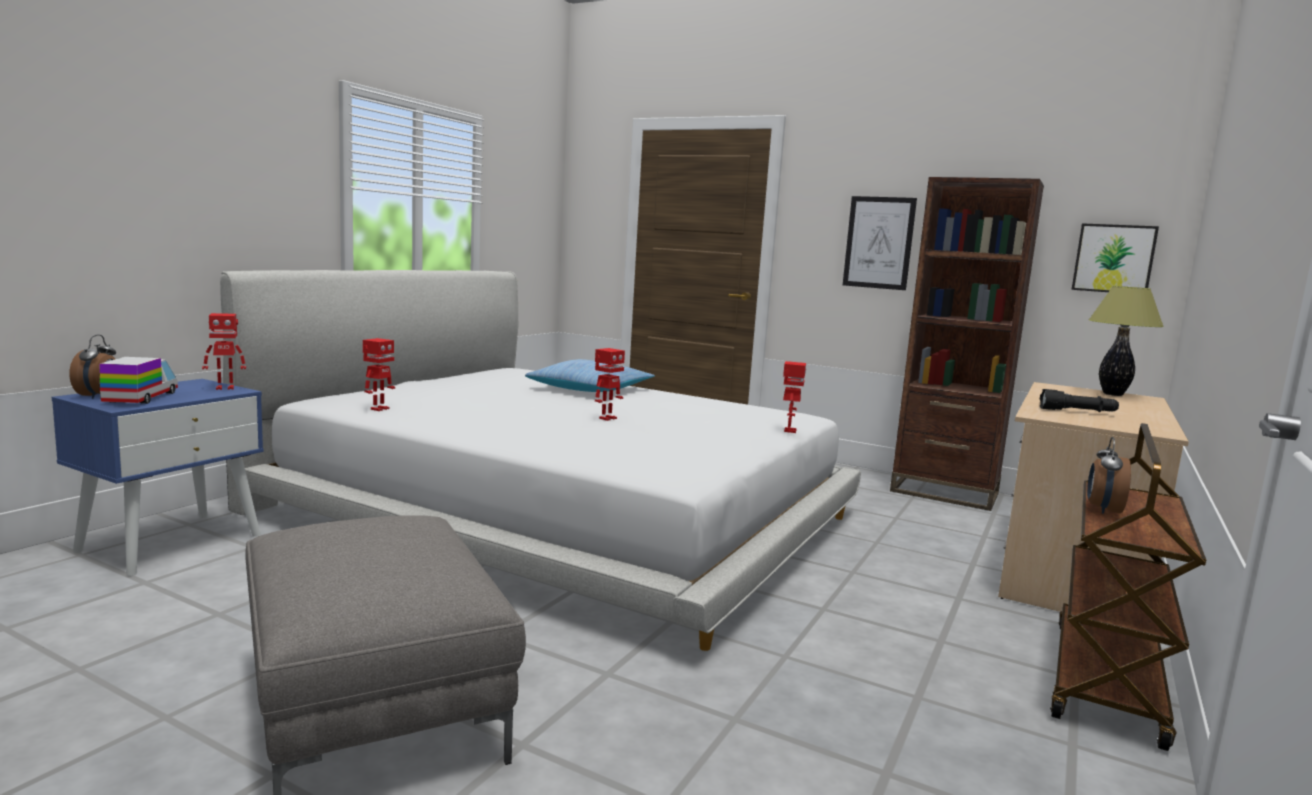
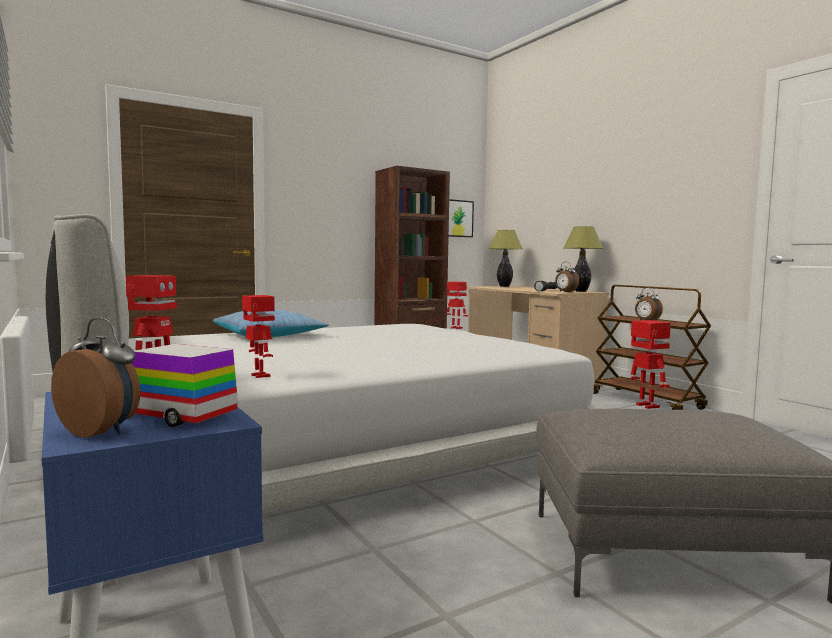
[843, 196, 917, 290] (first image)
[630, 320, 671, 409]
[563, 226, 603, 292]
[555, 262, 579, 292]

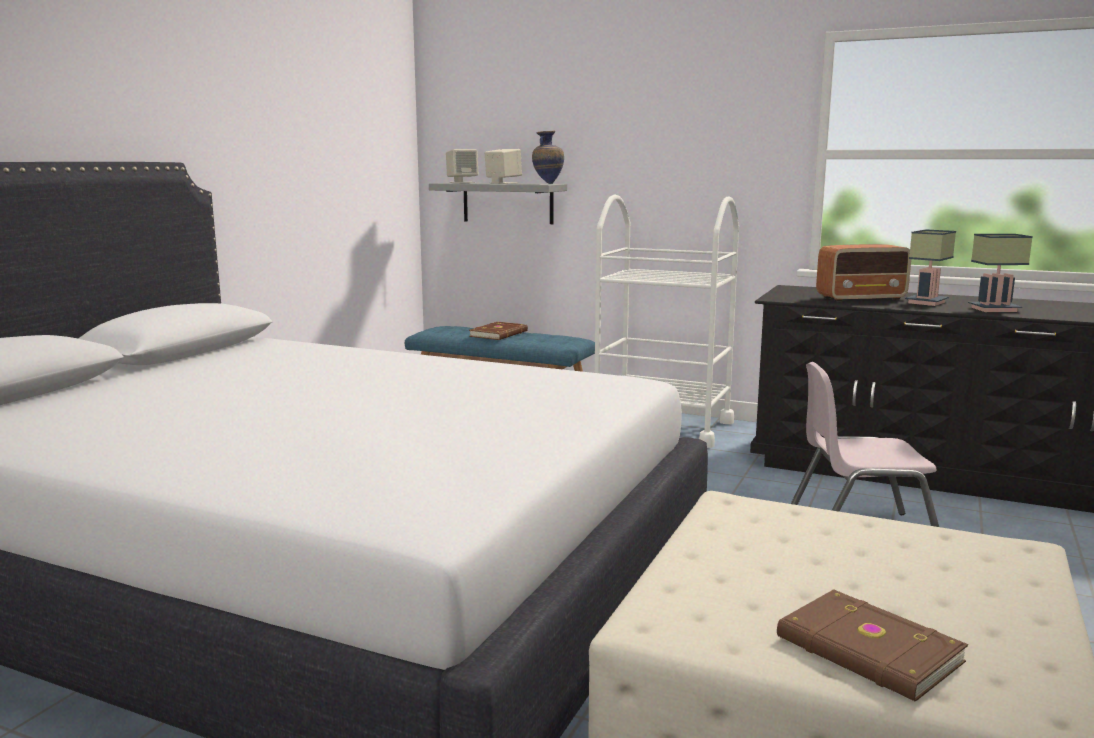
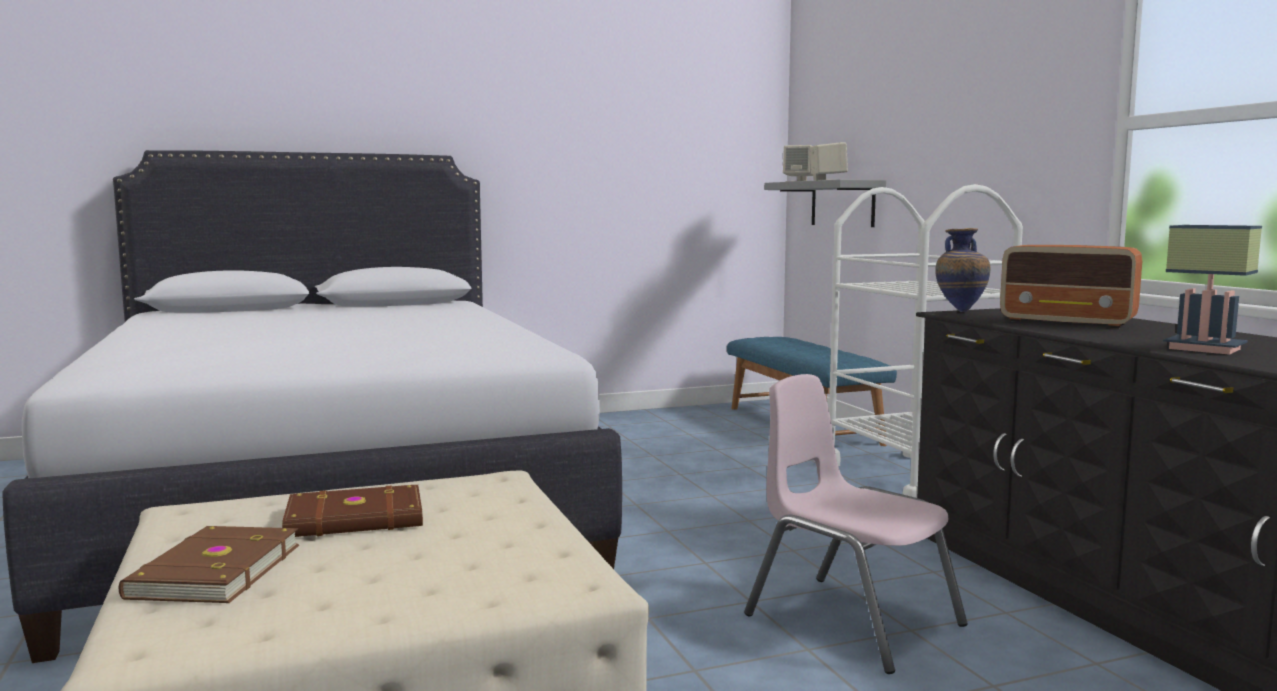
[935, 228, 991, 312]
[905, 229, 956, 306] (first image)
[282, 485, 423, 537]

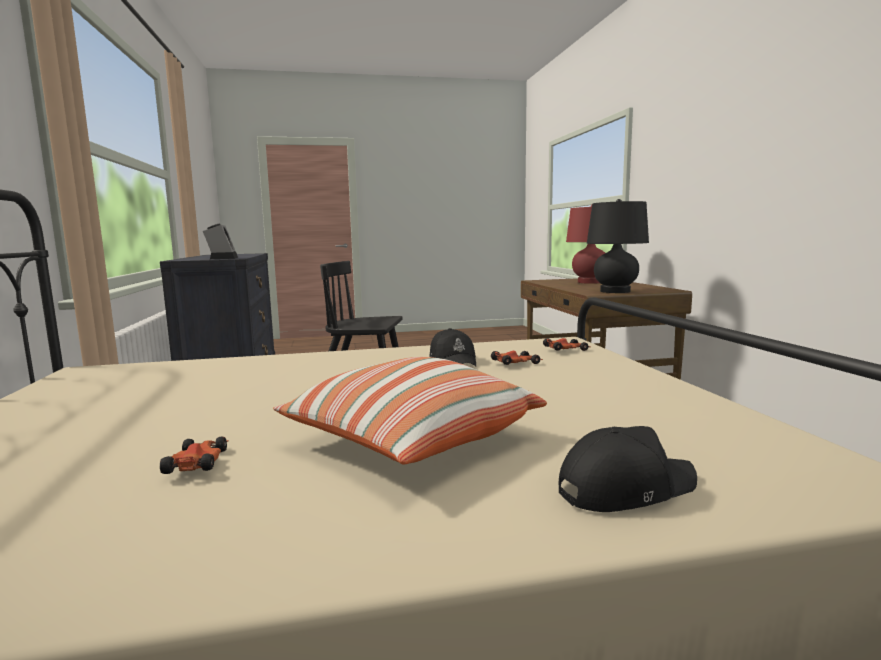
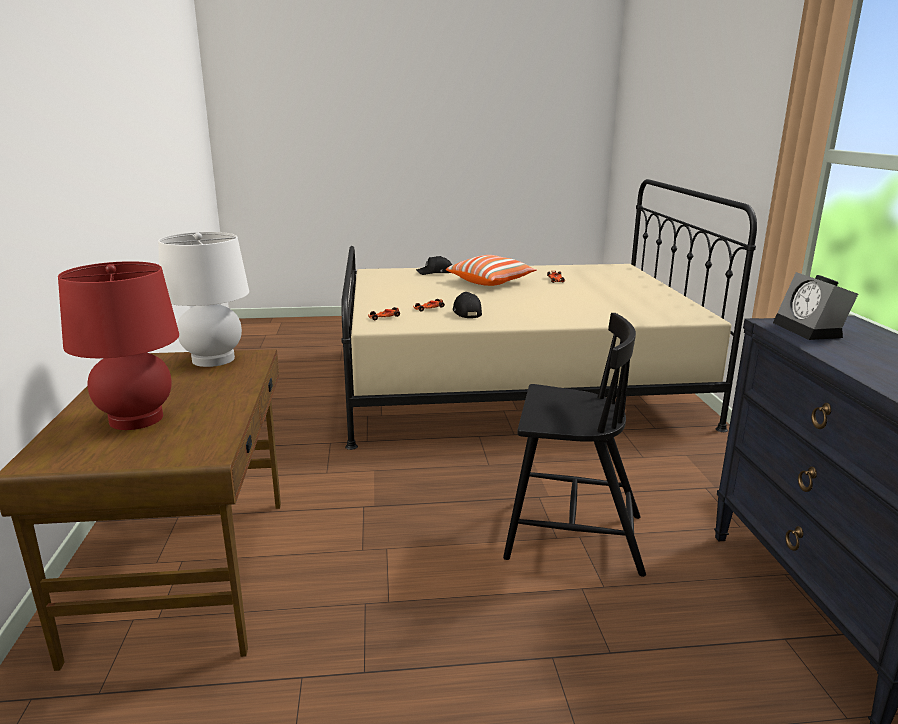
[158, 232, 249, 367]

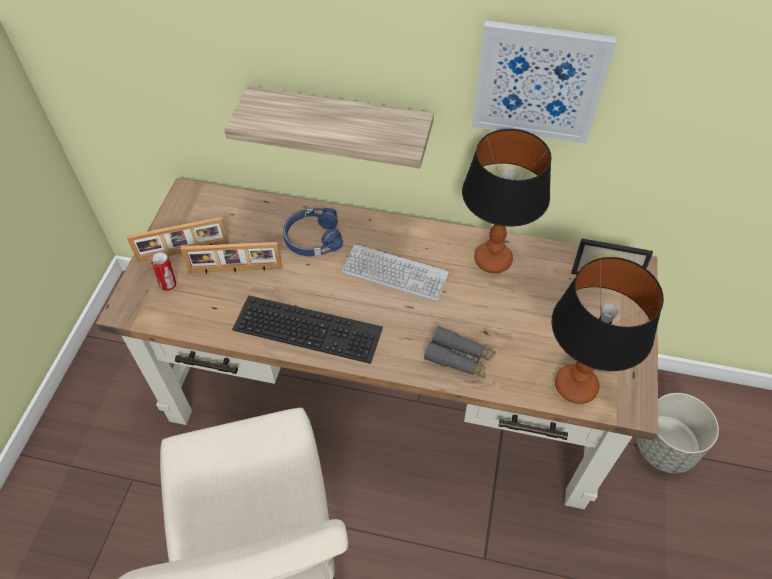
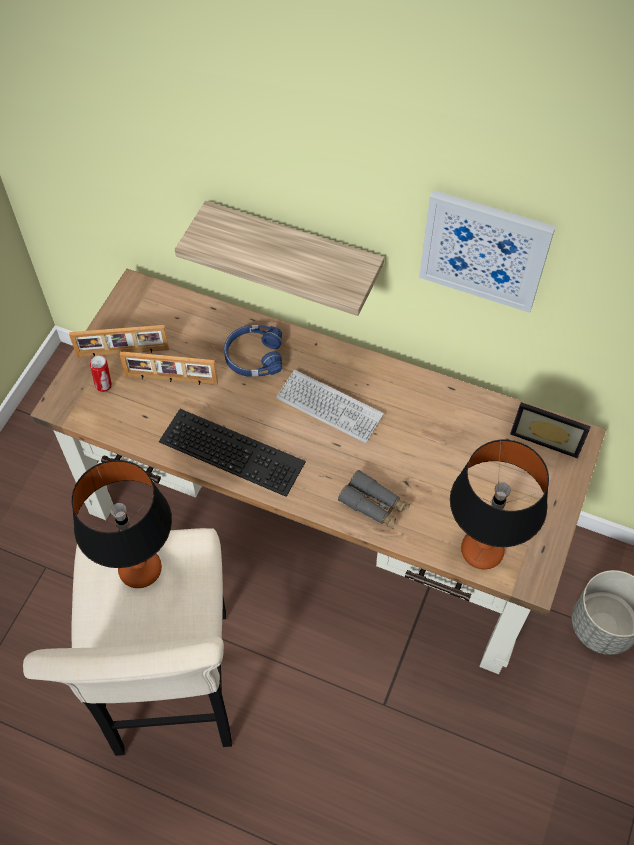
[72, 460, 172, 588]

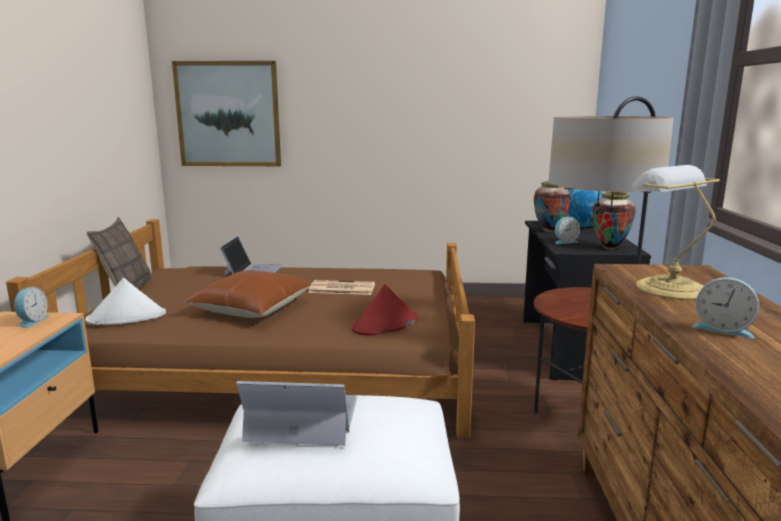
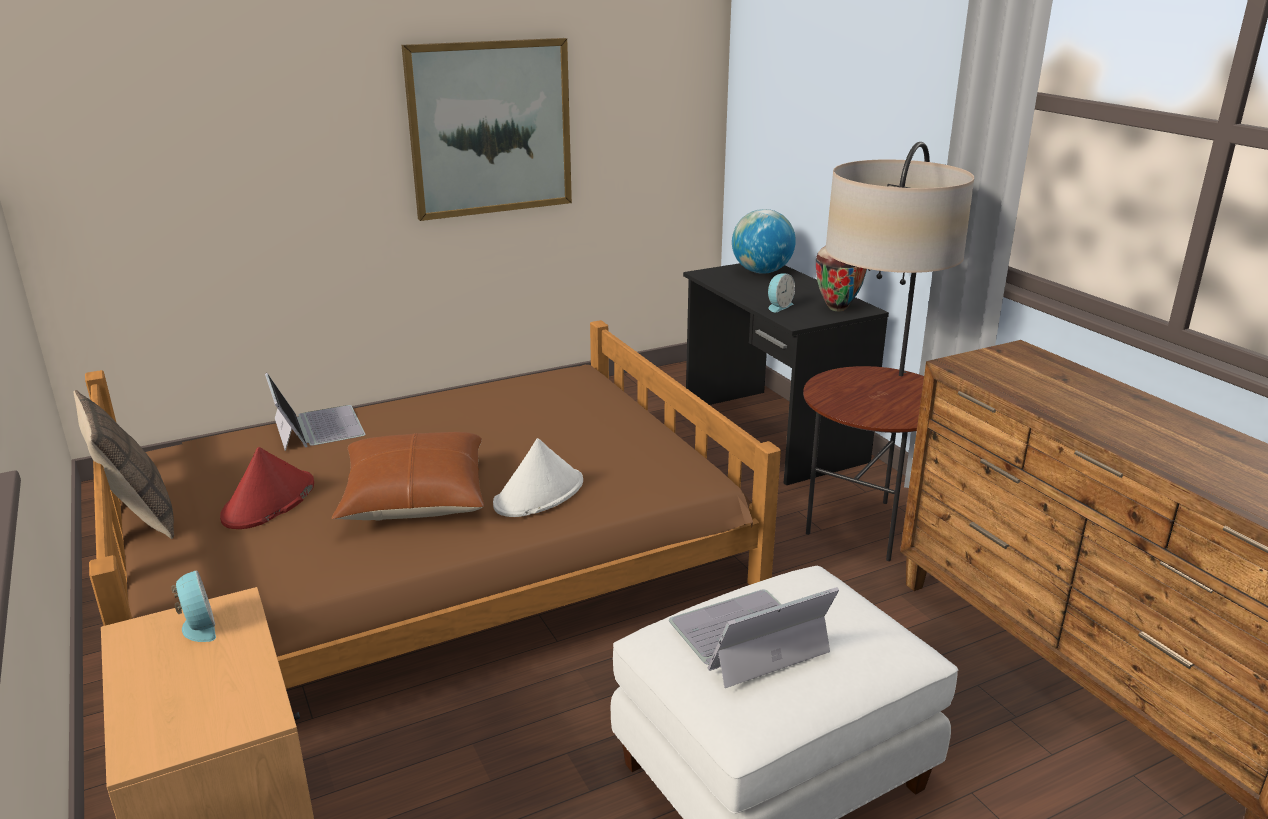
[402, 38, 572, 221]
[631, 165, 720, 300] (first image)
[534, 181, 570, 232] (first image)
[692, 277, 759, 338] (first image)
[493, 438, 583, 517]
[308, 280, 375, 295] (first image)
[220, 447, 314, 529]

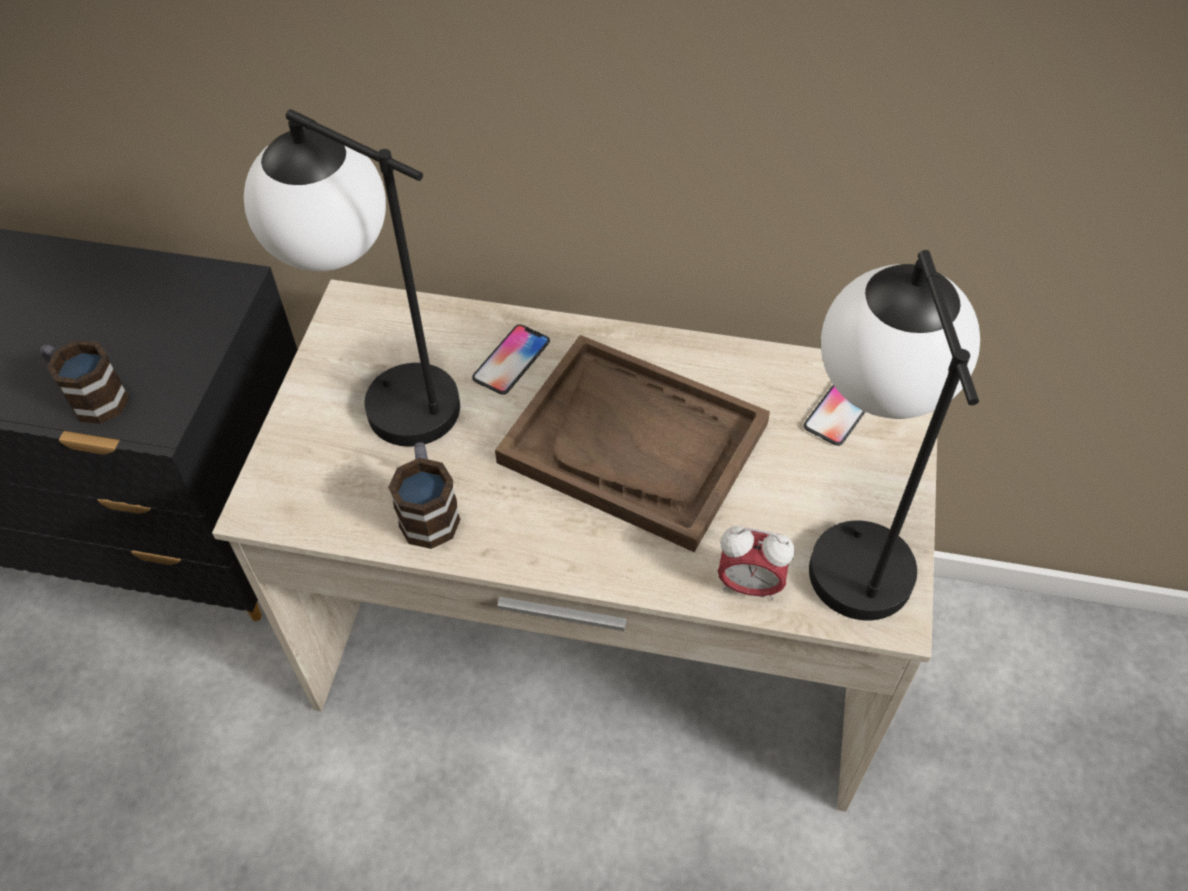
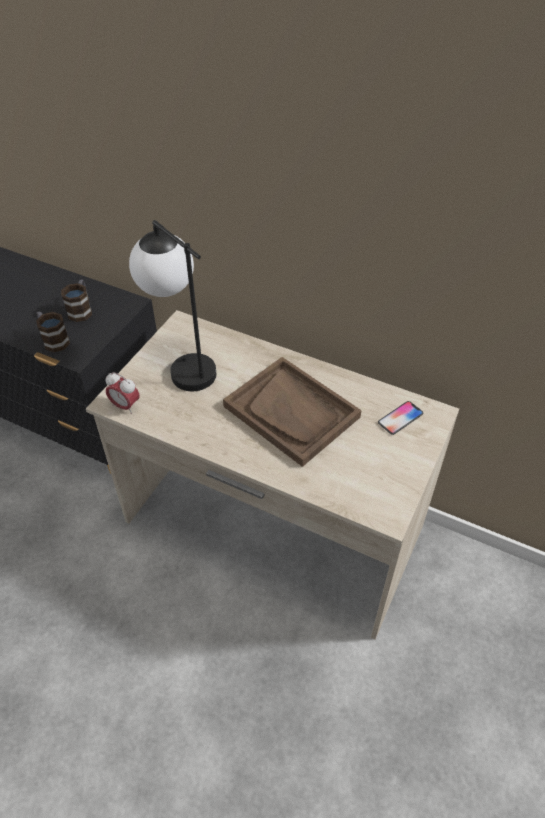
[809, 250, 980, 620] (first image)
[472, 325, 550, 395] (first image)
[61, 280, 92, 322]
[106, 372, 140, 414]

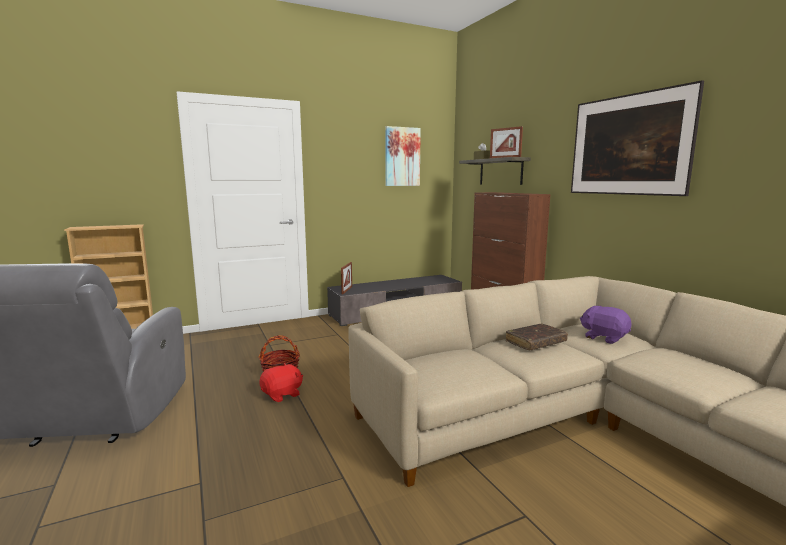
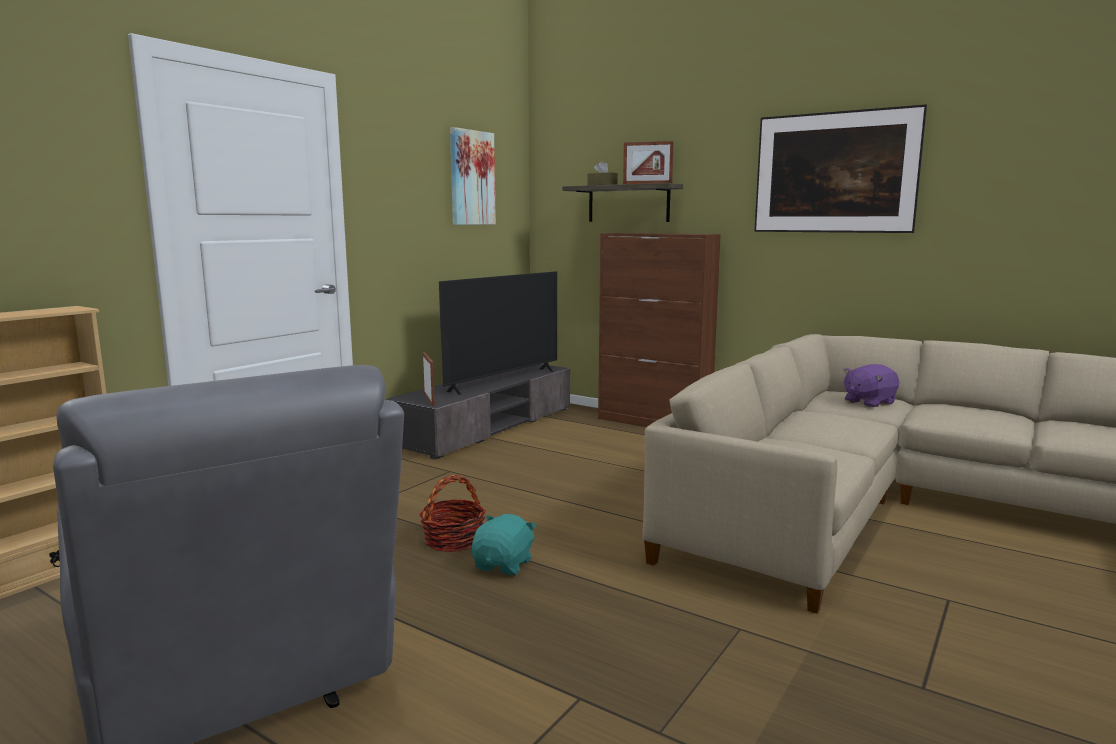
[844, 364, 899, 408]
[506, 323, 568, 350] (first image)
[472, 514, 537, 576]
[439, 272, 557, 395]

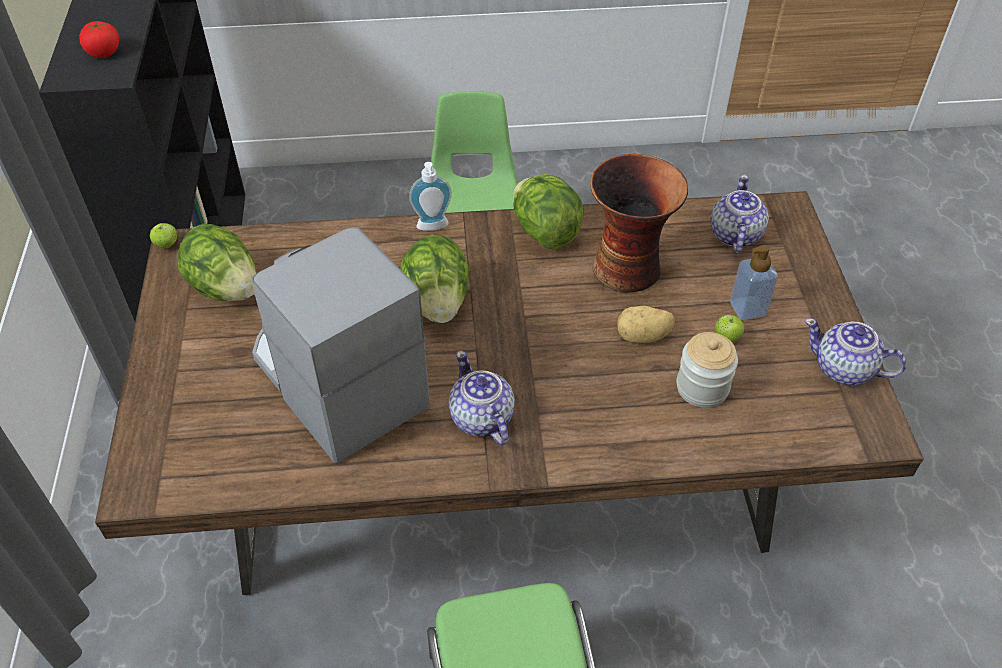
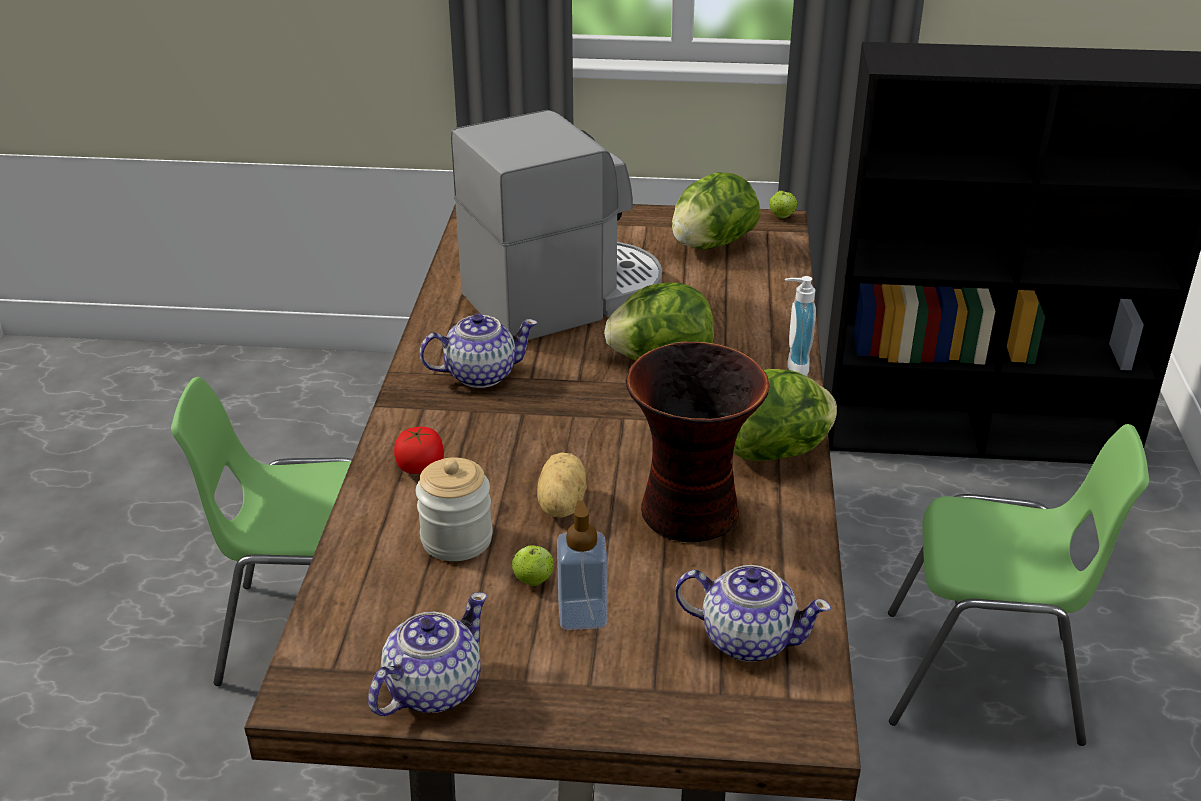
[394, 427, 444, 474]

